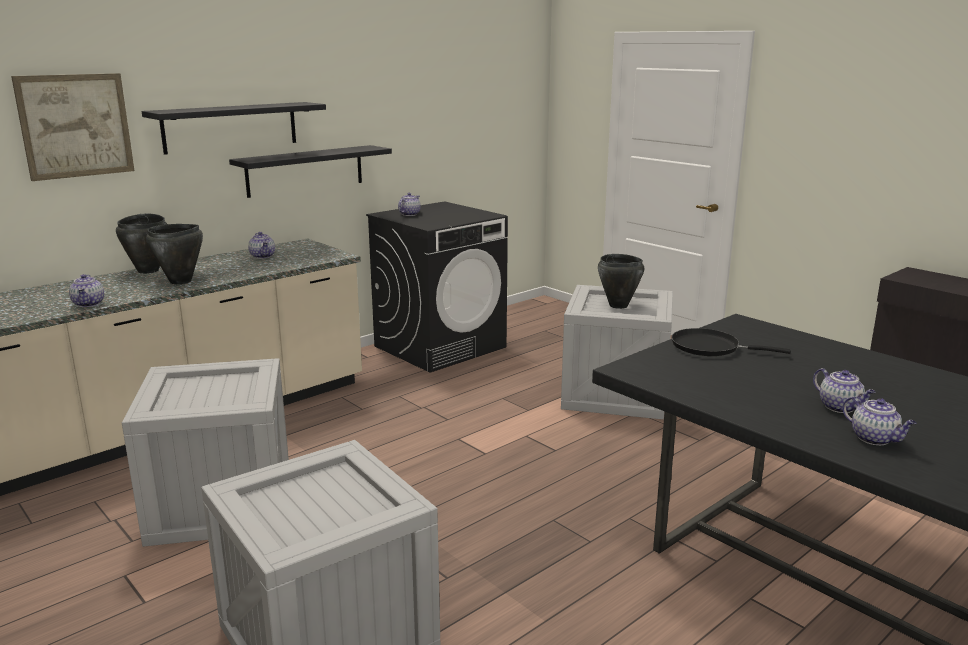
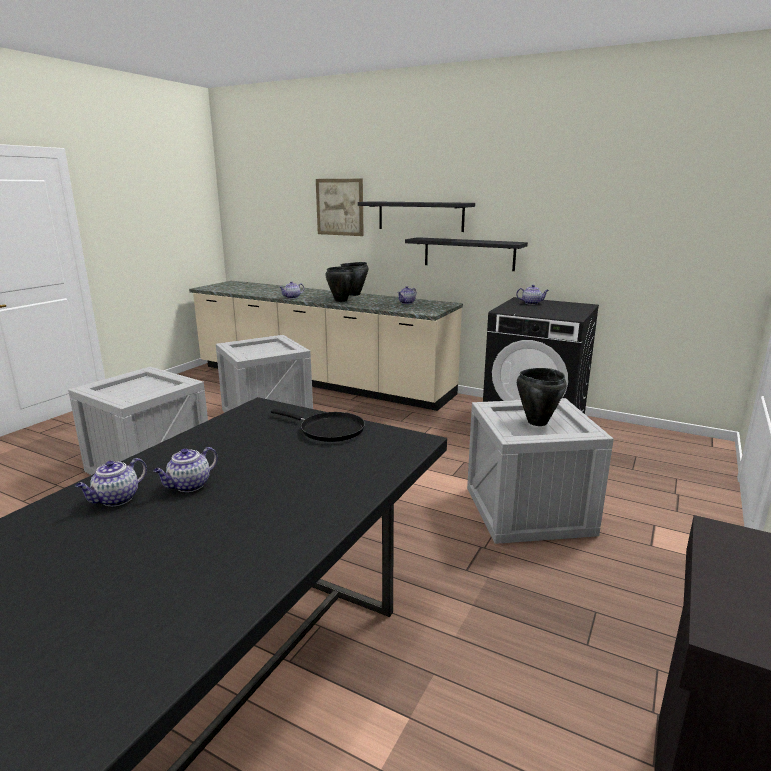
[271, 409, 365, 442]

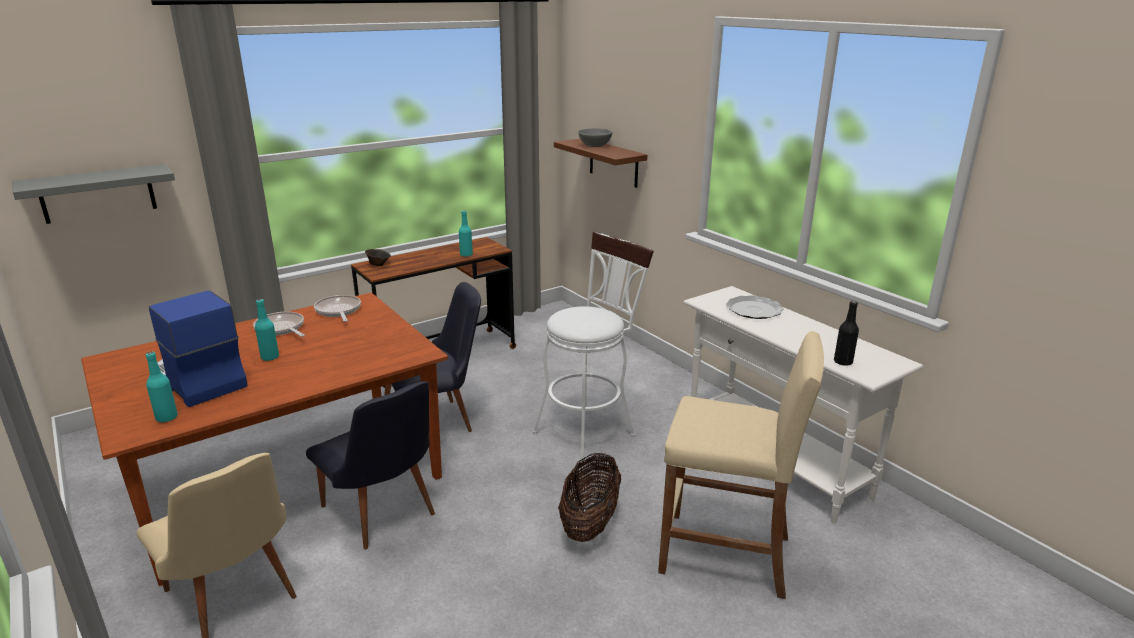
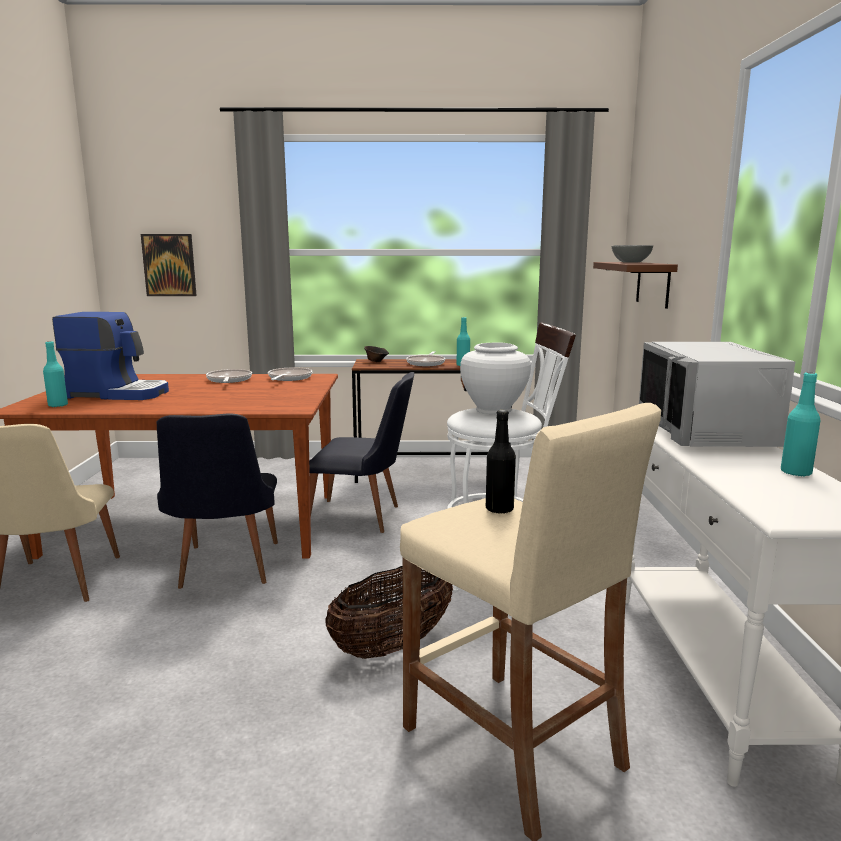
[141, 234, 197, 296]
[52, 312, 169, 400]
[639, 342, 795, 447]
[781, 372, 820, 477]
[486, 410, 516, 514]
[460, 343, 531, 414]
[406, 351, 445, 366]

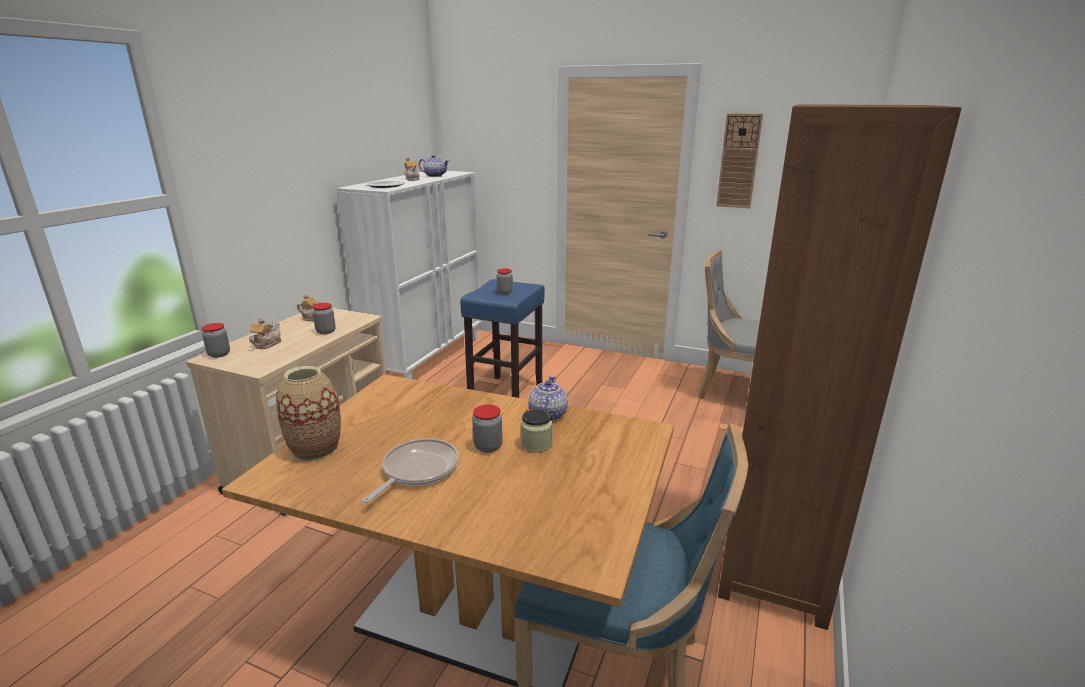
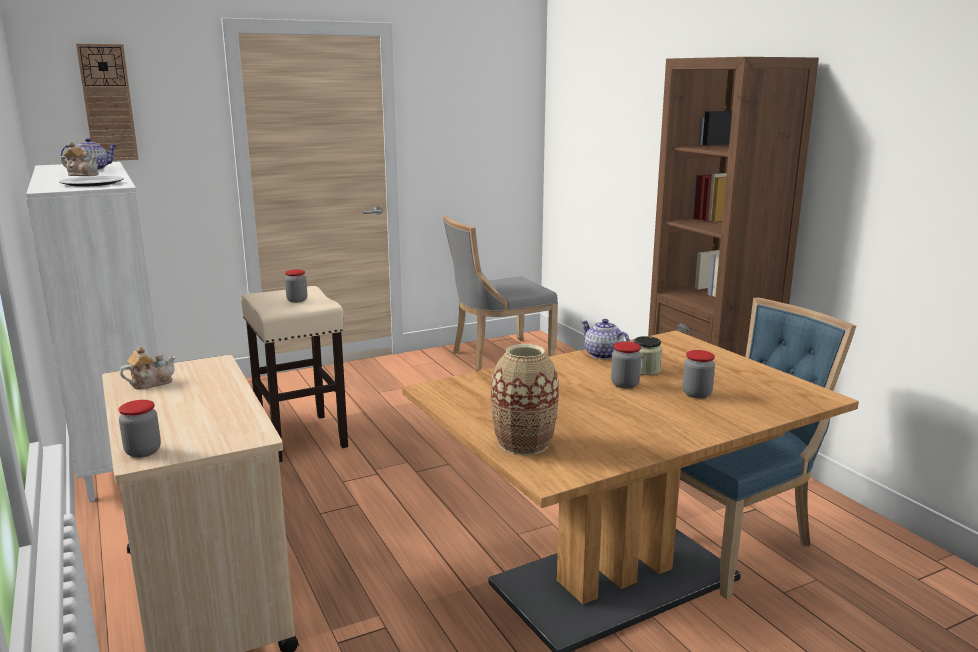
[76, 44, 139, 161]
[241, 286, 348, 462]
[682, 350, 715, 398]
[249, 318, 282, 349] (first image)
[363, 438, 459, 503] (first image)

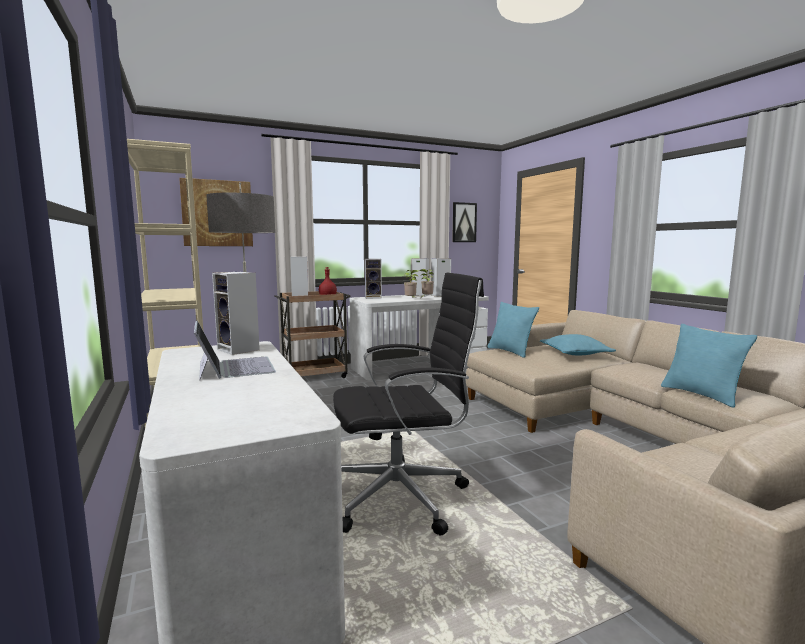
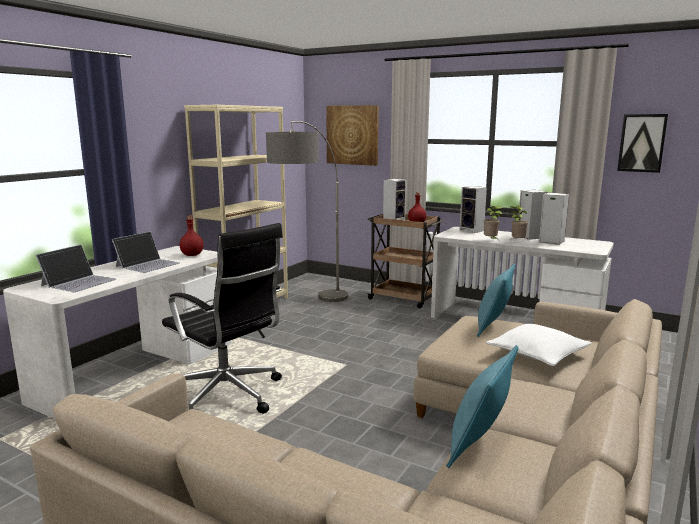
[180, 216, 204, 256]
[486, 324, 592, 366]
[35, 245, 116, 292]

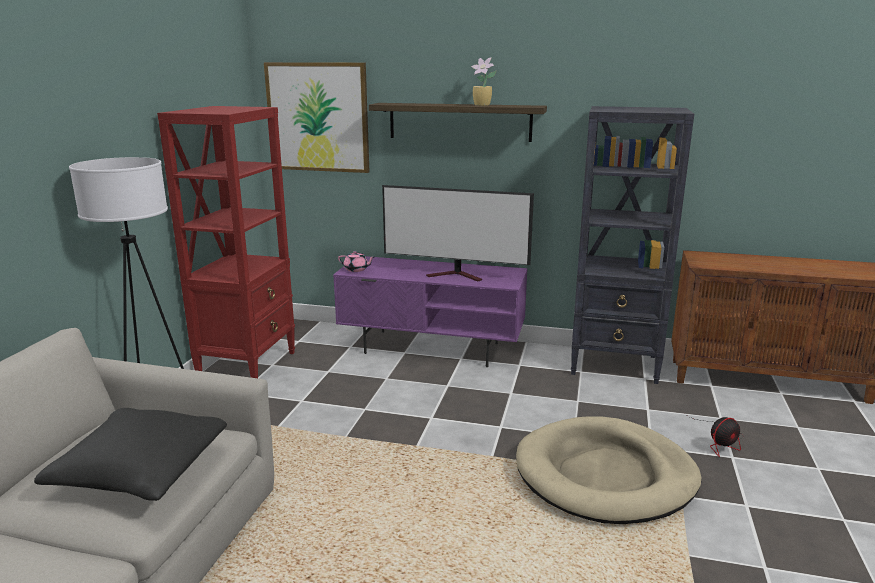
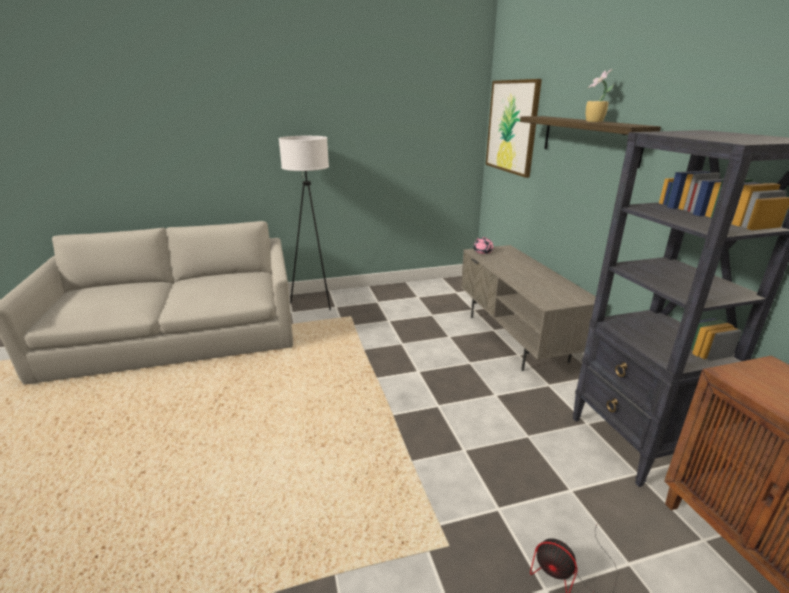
[157, 106, 295, 378] (first image)
[382, 185, 534, 282] (first image)
[461, 245, 596, 371]
[34, 408, 227, 501] (first image)
[516, 417, 701, 524] (first image)

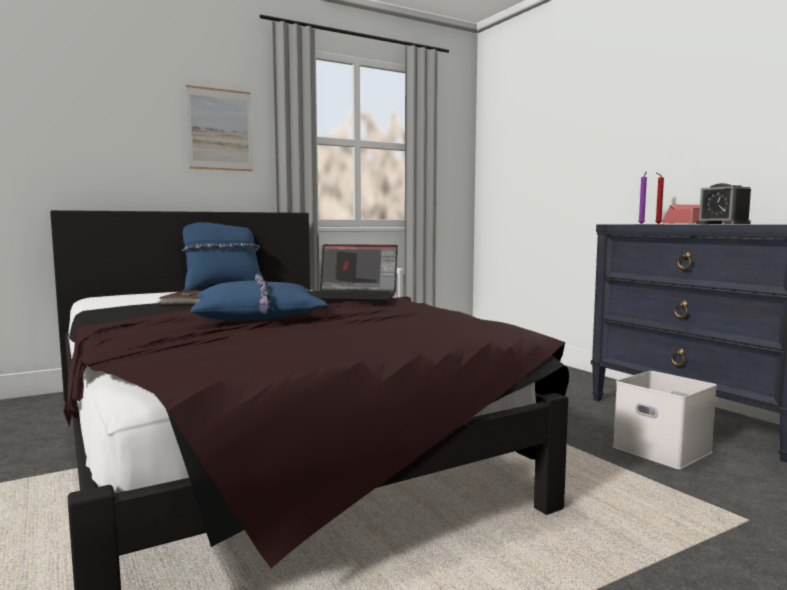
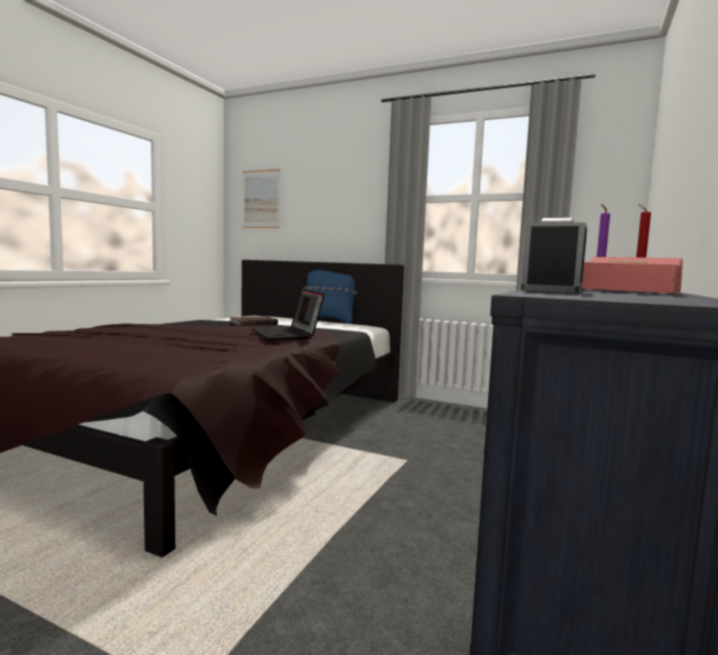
[242, 169, 281, 228]
[191, 274, 328, 321] (first image)
[613, 371, 717, 469] (first image)

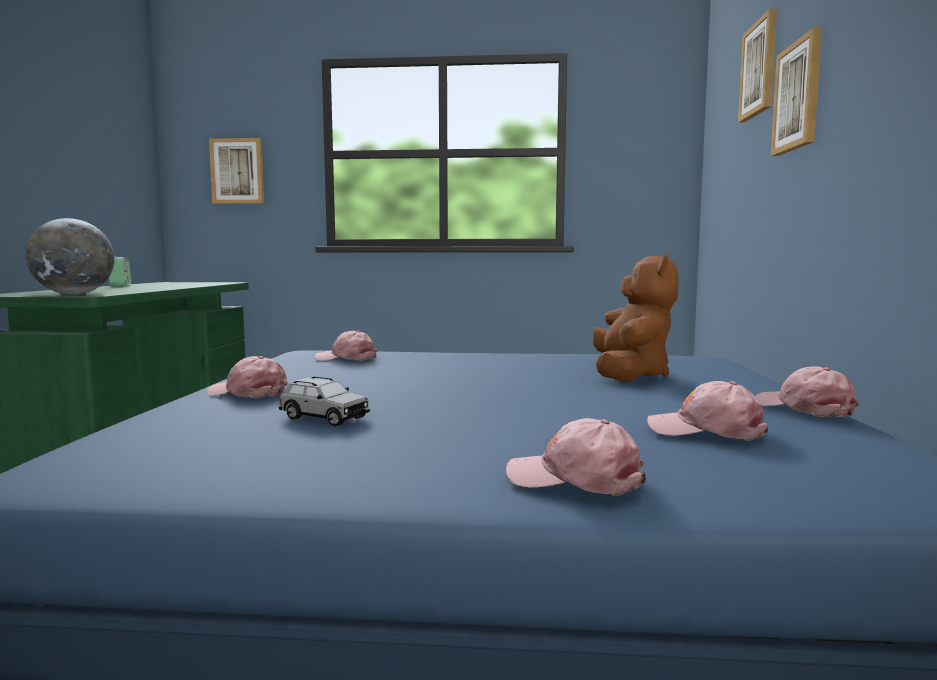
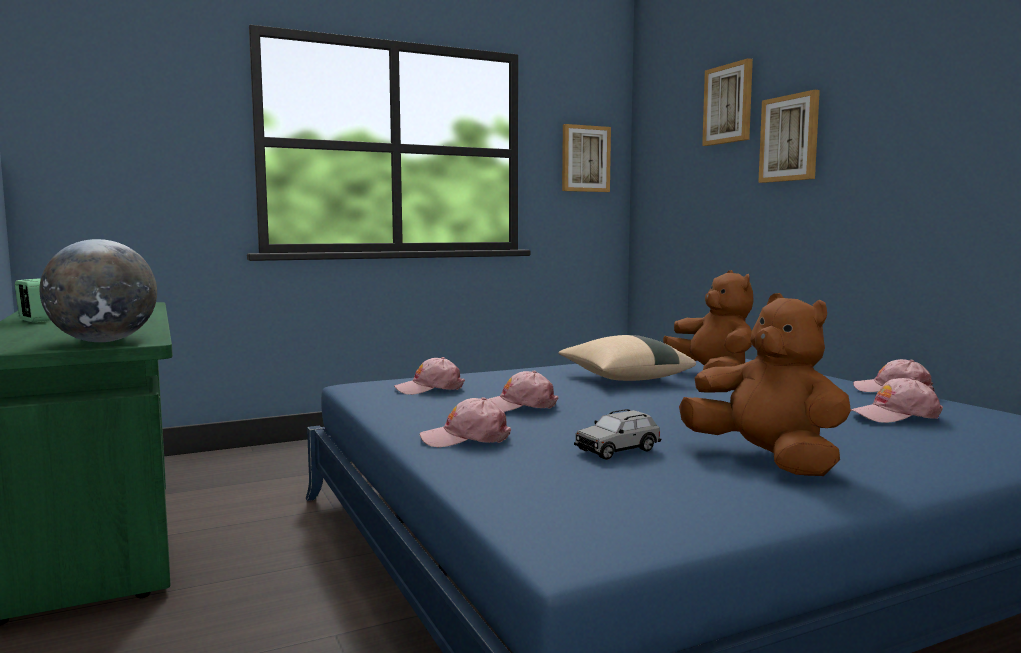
[562, 124, 611, 192]
[574, 409, 661, 460]
[488, 371, 558, 412]
[679, 293, 851, 476]
[558, 335, 696, 381]

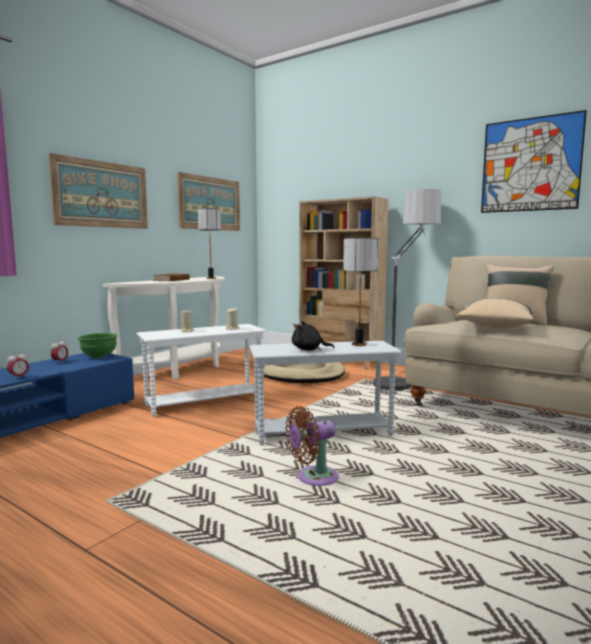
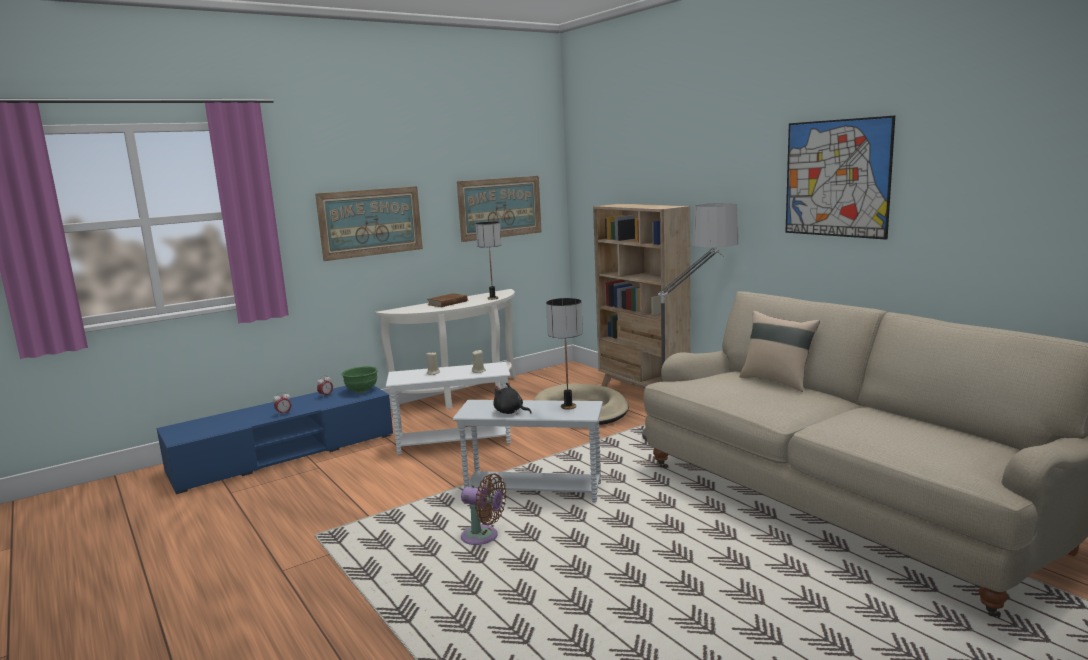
[457, 298, 534, 328] (first image)
[461, 473, 506, 545]

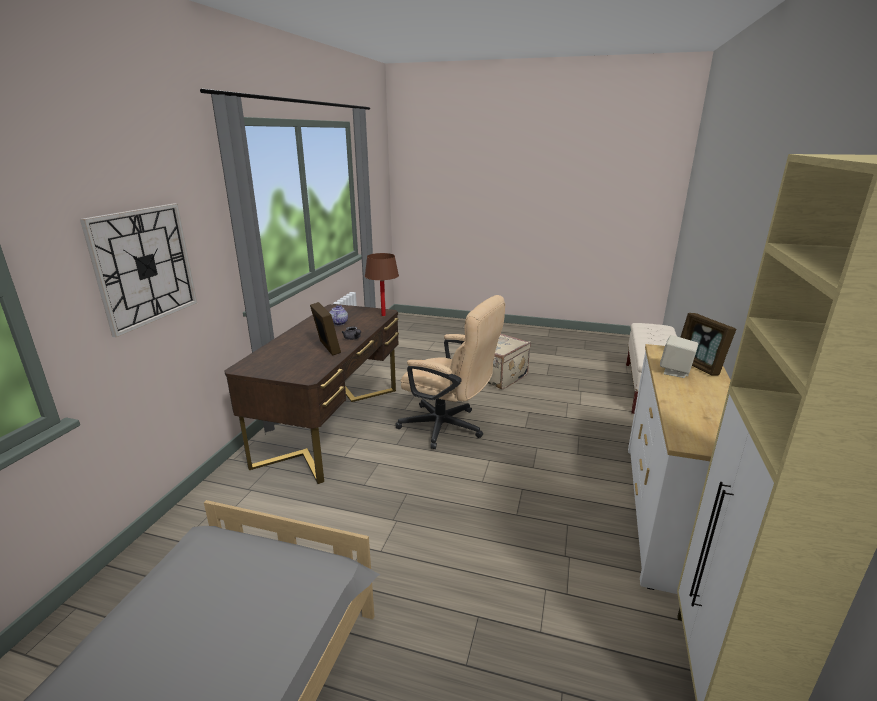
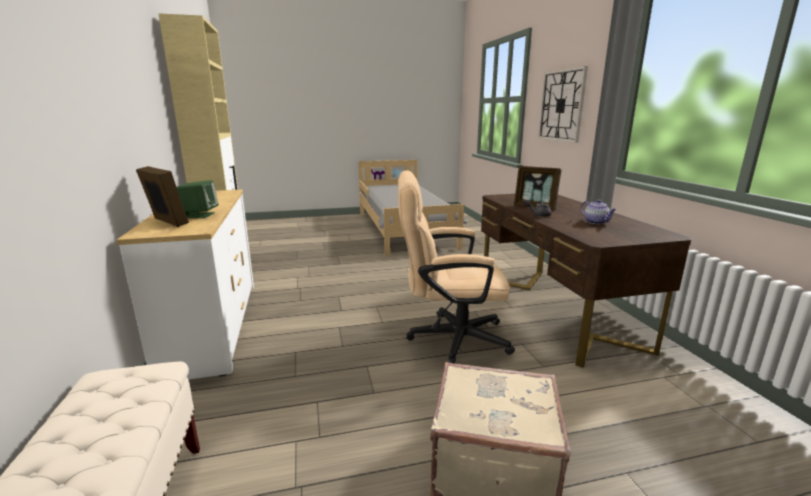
[365, 253, 399, 316] (first image)
[177, 180, 219, 218]

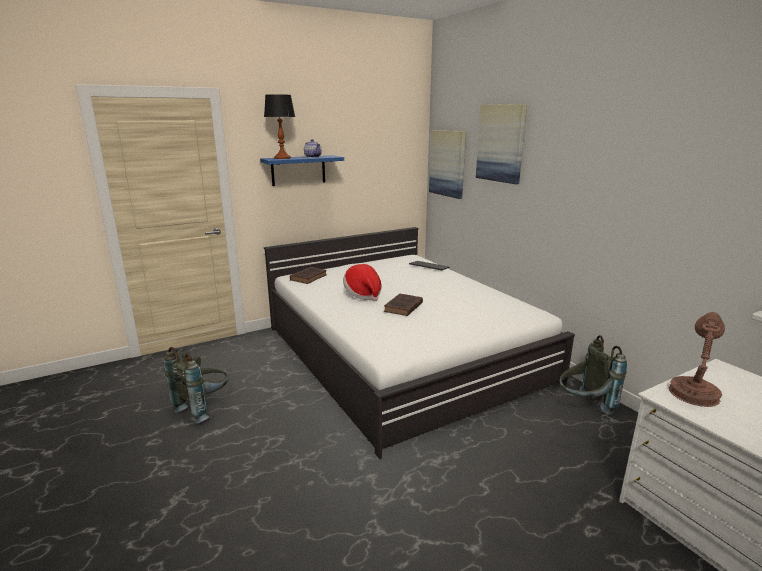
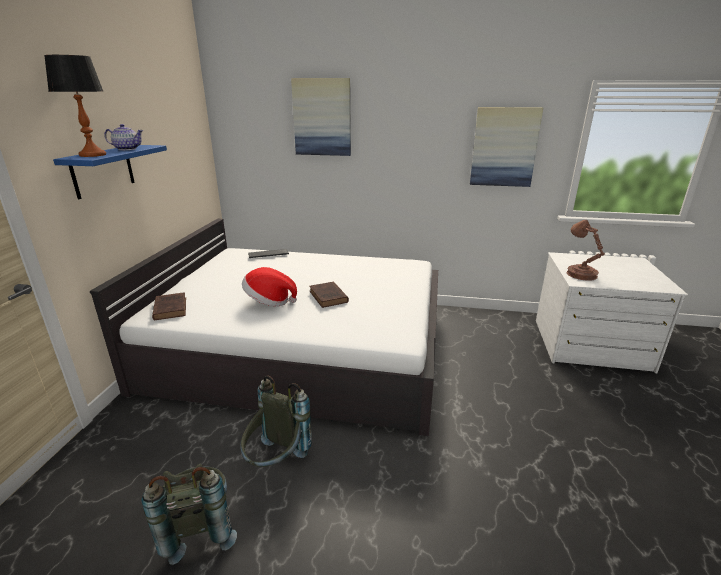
[470, 107, 543, 187]
[240, 375, 312, 467]

